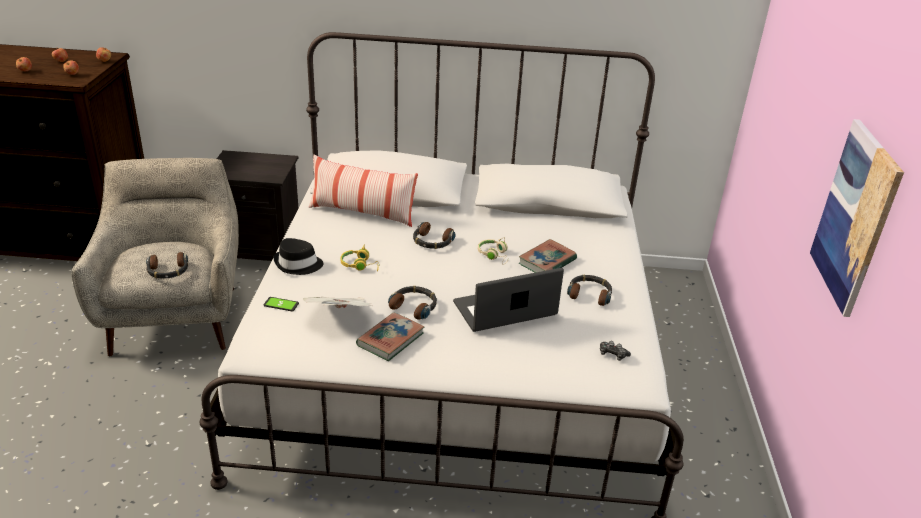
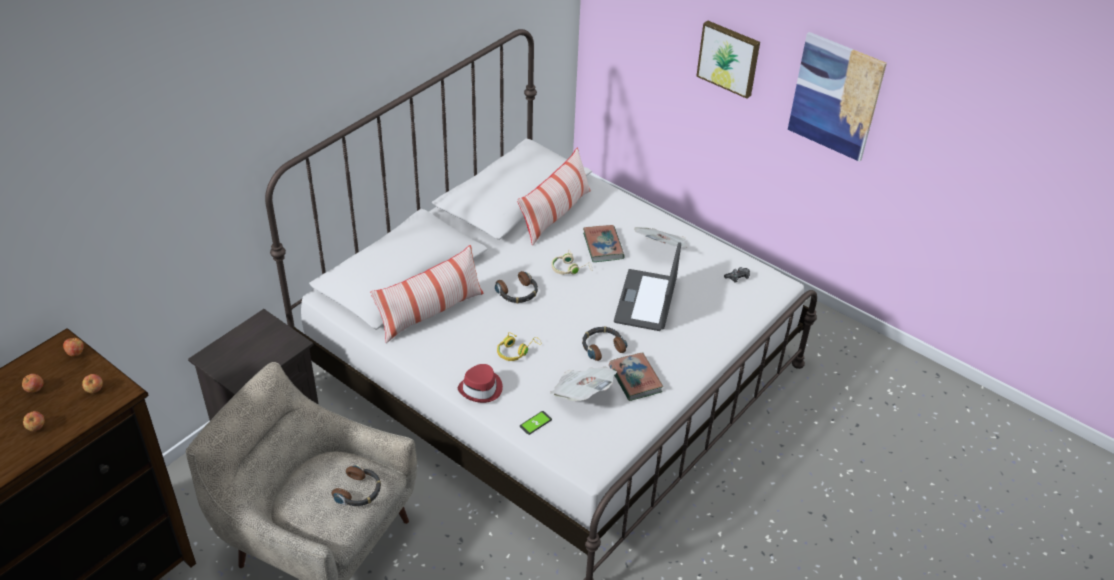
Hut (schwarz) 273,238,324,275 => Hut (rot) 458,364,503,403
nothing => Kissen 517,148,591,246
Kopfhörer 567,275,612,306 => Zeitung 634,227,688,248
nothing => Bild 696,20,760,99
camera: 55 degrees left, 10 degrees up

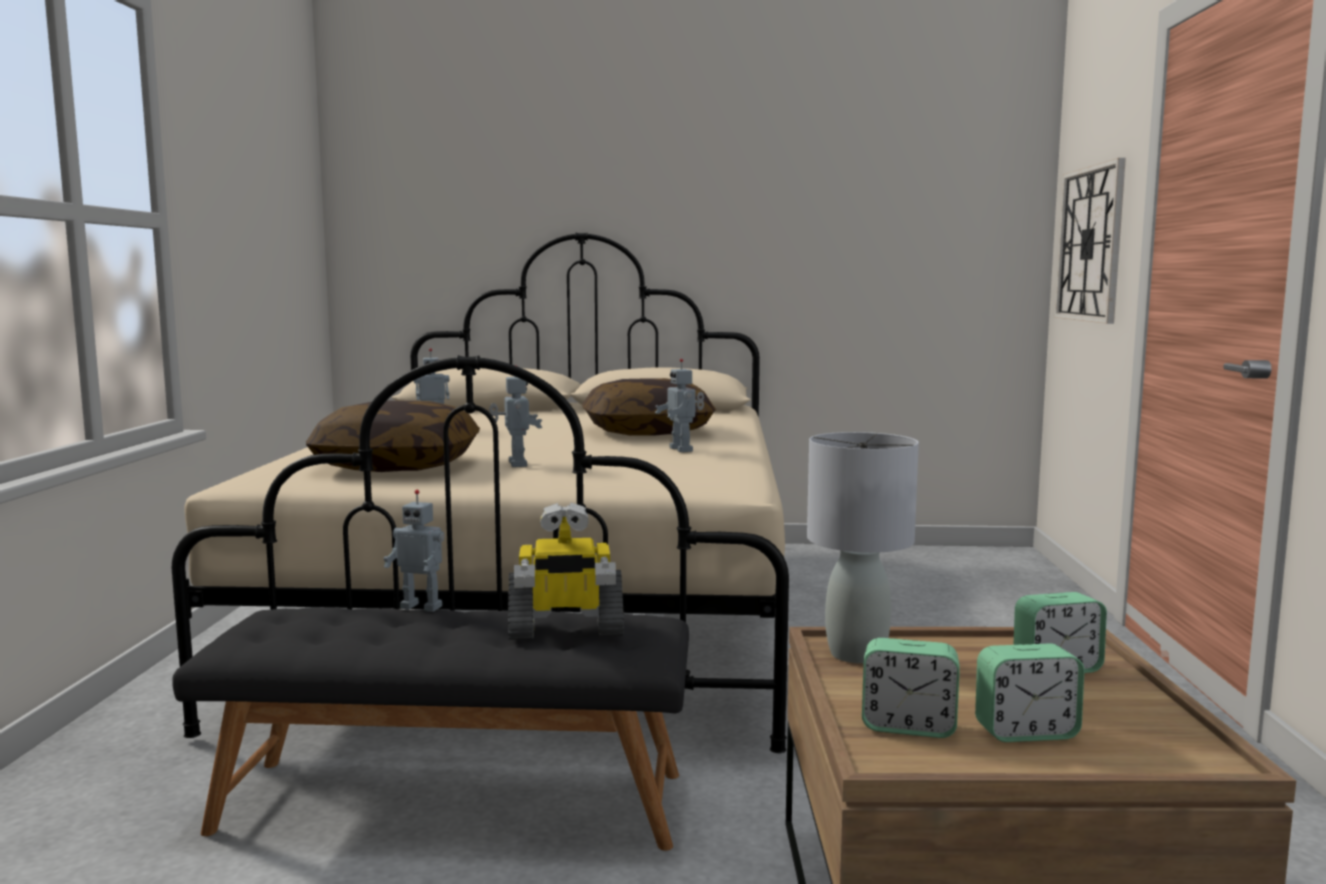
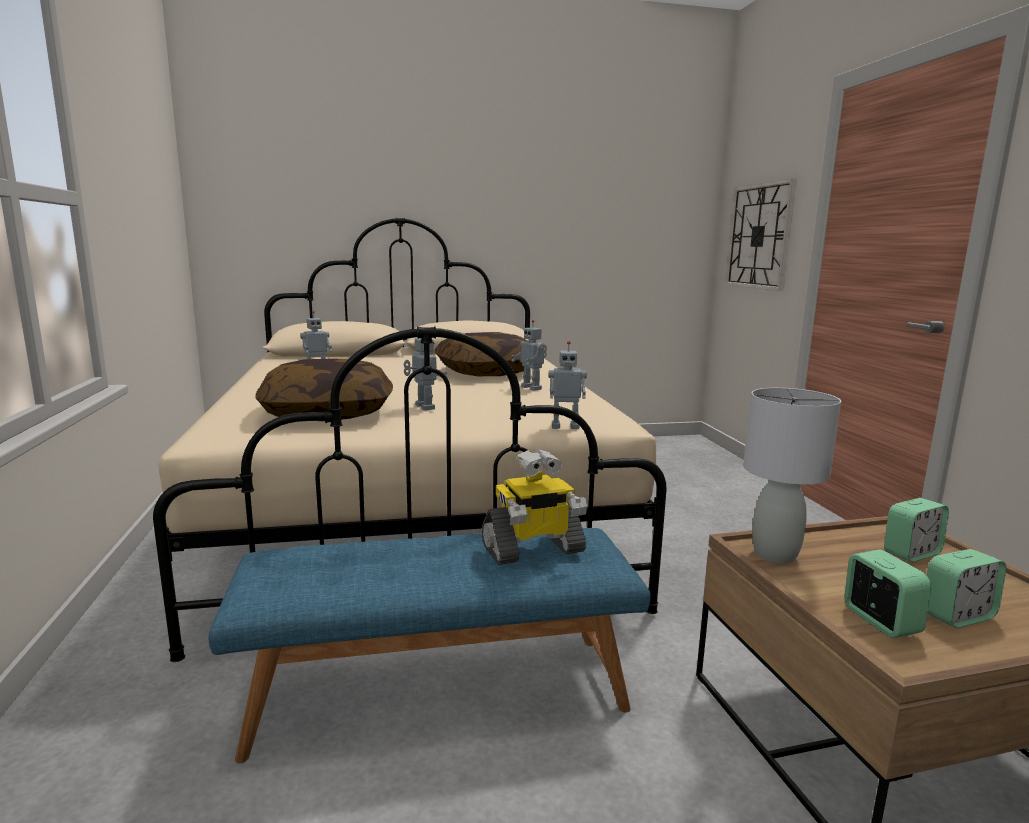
Bank (schwarz) 172,608,689,851 => Bank (blau) 208,528,651,763
Spielzeugroboter 383,490,444,612 => Spielzeugroboter 548,341,587,429, relocated
Wecker 862,638,960,738 => Wecker 844,550,932,638, 105 degrees counterclockwise
camera: 15 degrees left, 5 degrees up

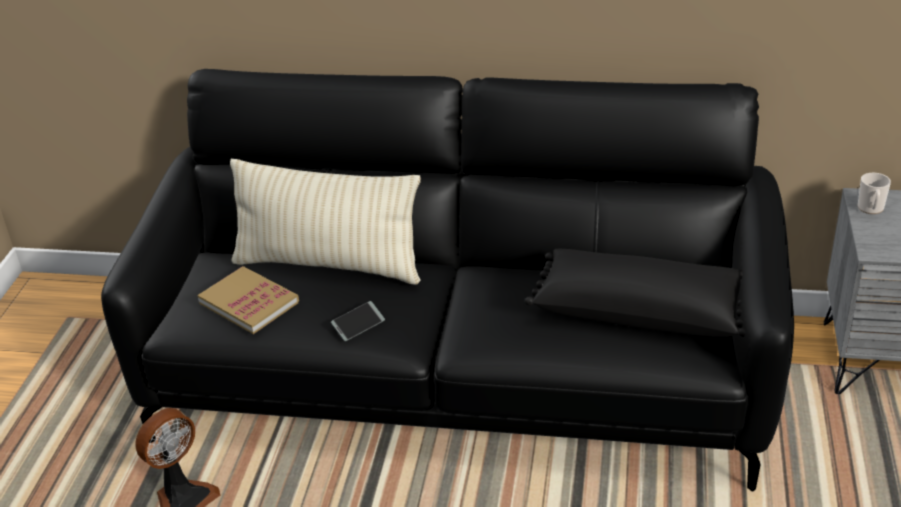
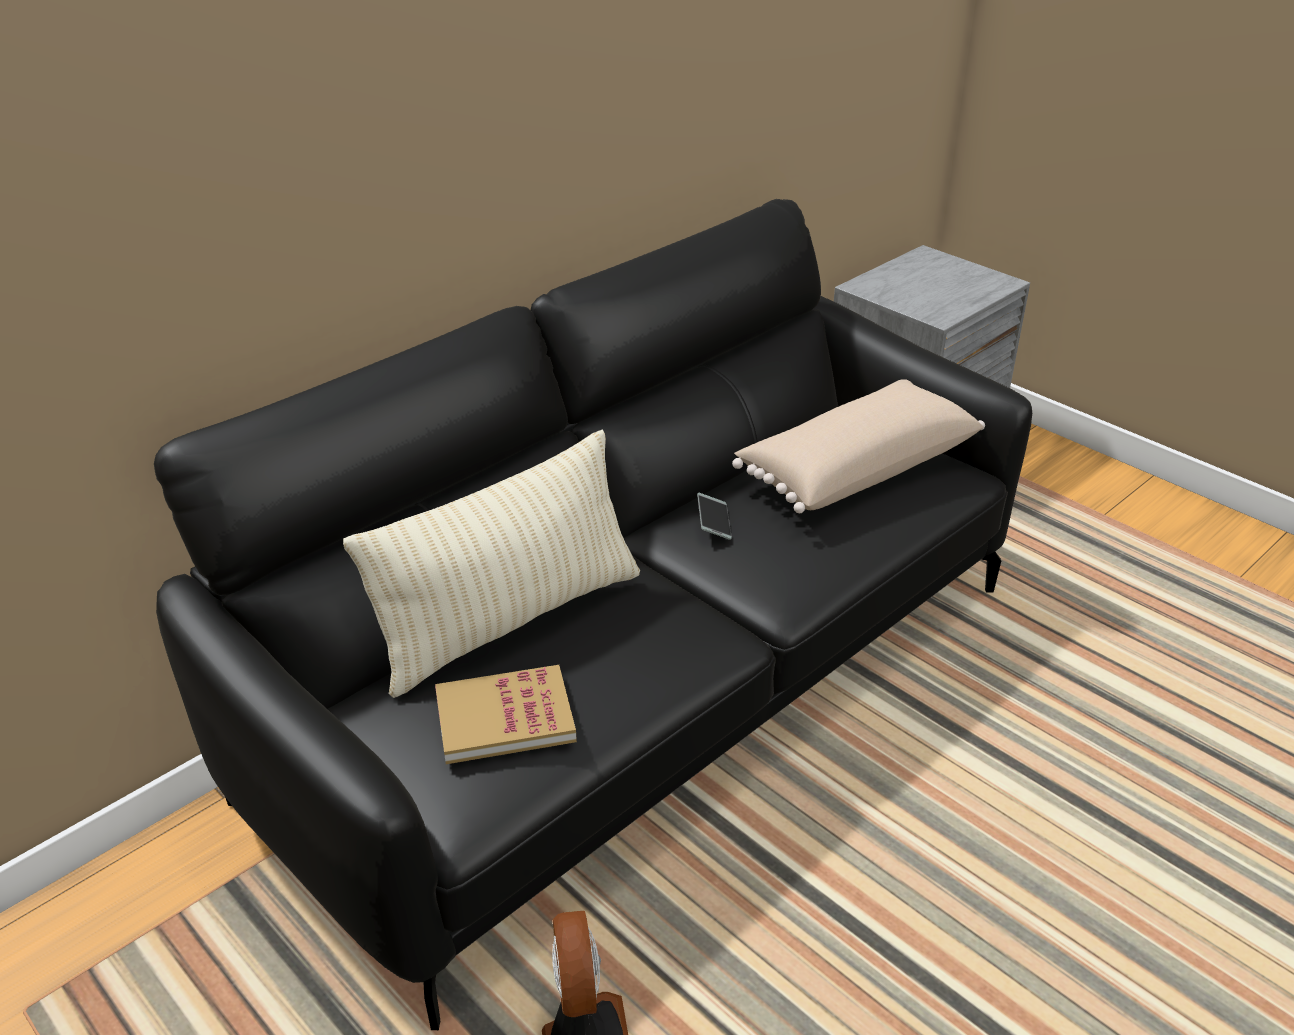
Handy 331,301,385,341 => Handy 697,493,732,540, relocated
Kissen (schwarz) 525,249,746,337 => Kissen (beige) 732,379,985,513
Henkelbecher 858,173,891,214 => nothing
camera: 55 degrees left, 0 degrees up

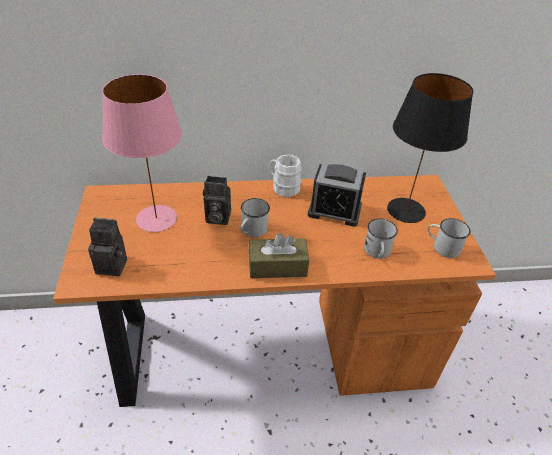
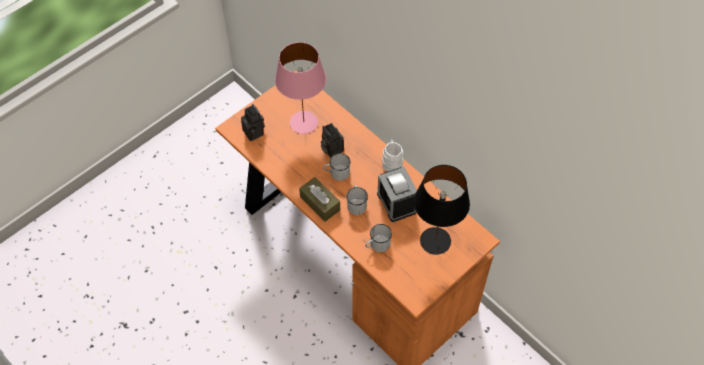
Henkelbecher (weiß) 428,218,471,258 => Henkelbecher (weiß) 346,185,368,215, relocated
camera: 55 degrees right, 15 degrees up

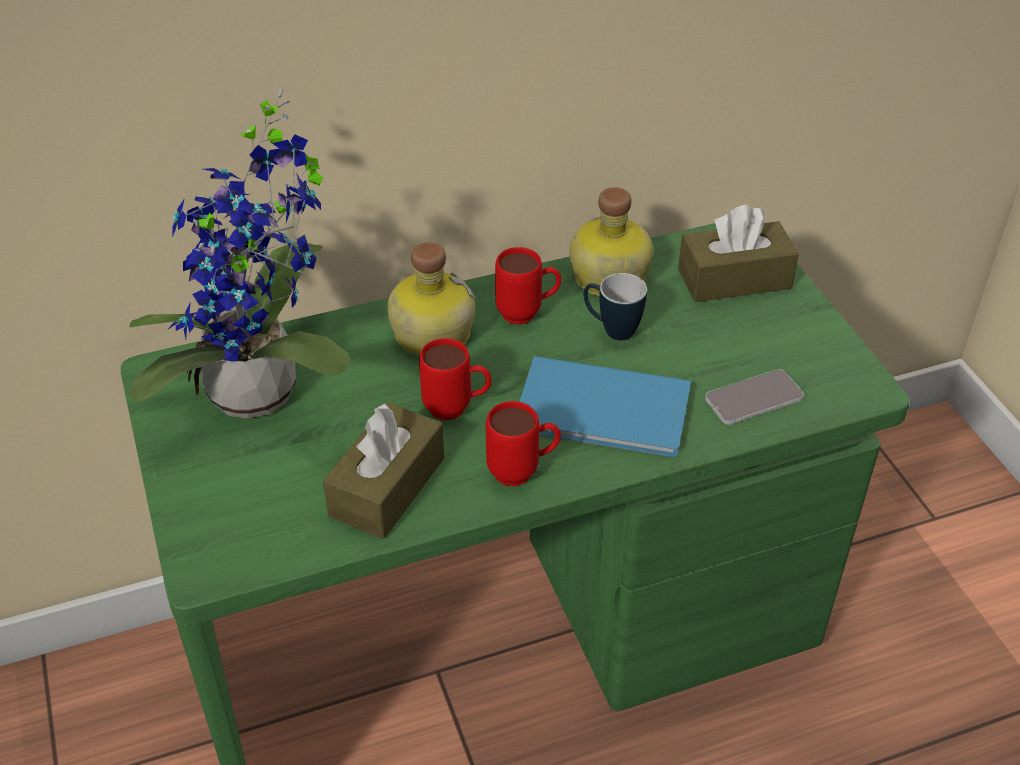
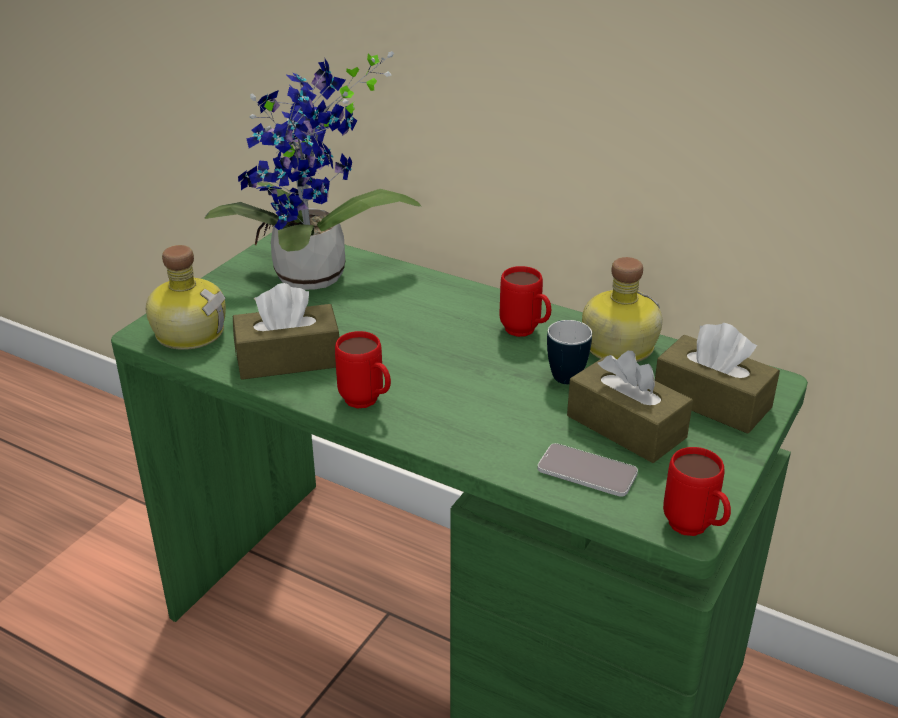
Flasche 387,242,476,356 => Flasche 146,245,226,350, relocated
nothing => Taschentuchbox (braun) 567,351,693,463
Henkelbecher (rot) 419,338,492,420 => Henkelbecher (rot) 663,447,731,536, relocated
Buch (blau) 519,356,691,457 => nothing
camera: 50 degrees right, 10 degrees down

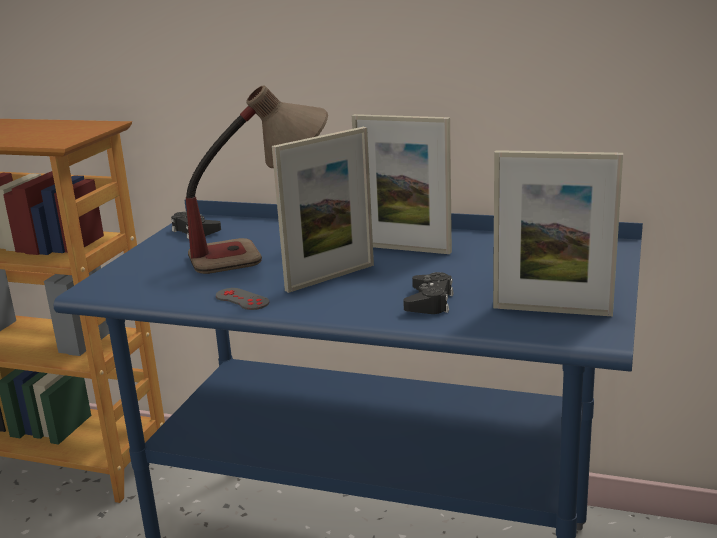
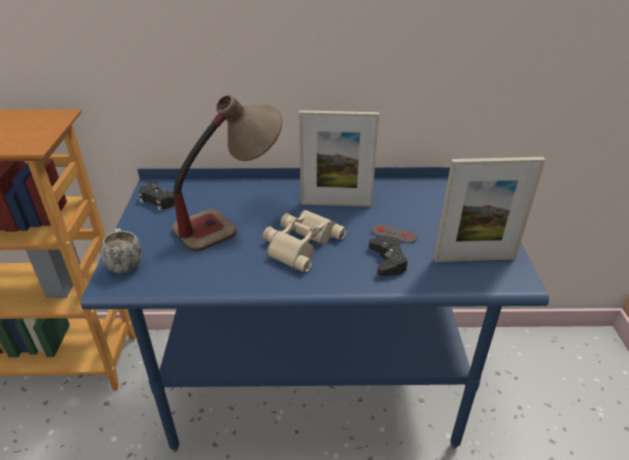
nothing => Henkelbecher (weiß) 101,228,142,273
Bilderrahmen 272,127,374,293 => Fernglas (beige) 263,210,347,273
Gamepad (grau) 216,288,269,310 => Gamepad (grau) 371,224,417,243, relocated
camera: 20 degrees left, 15 degrees up

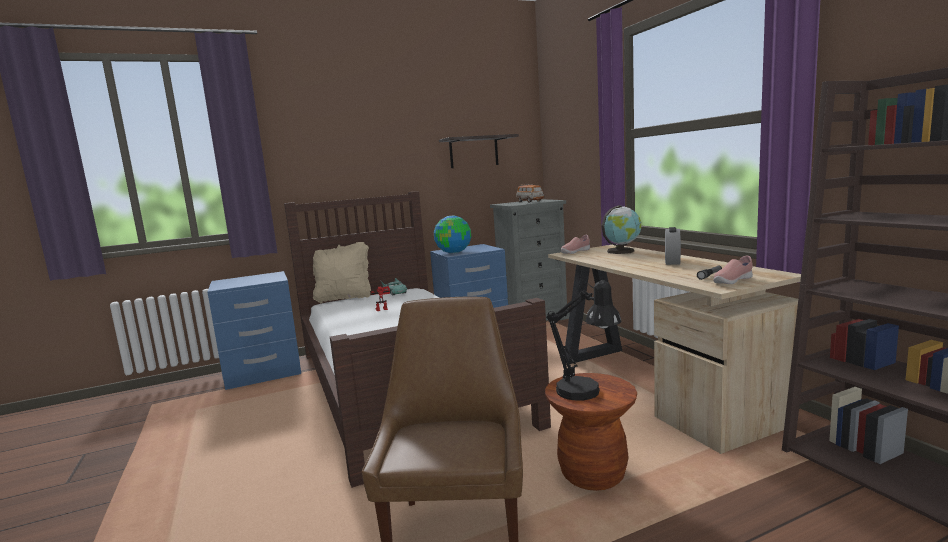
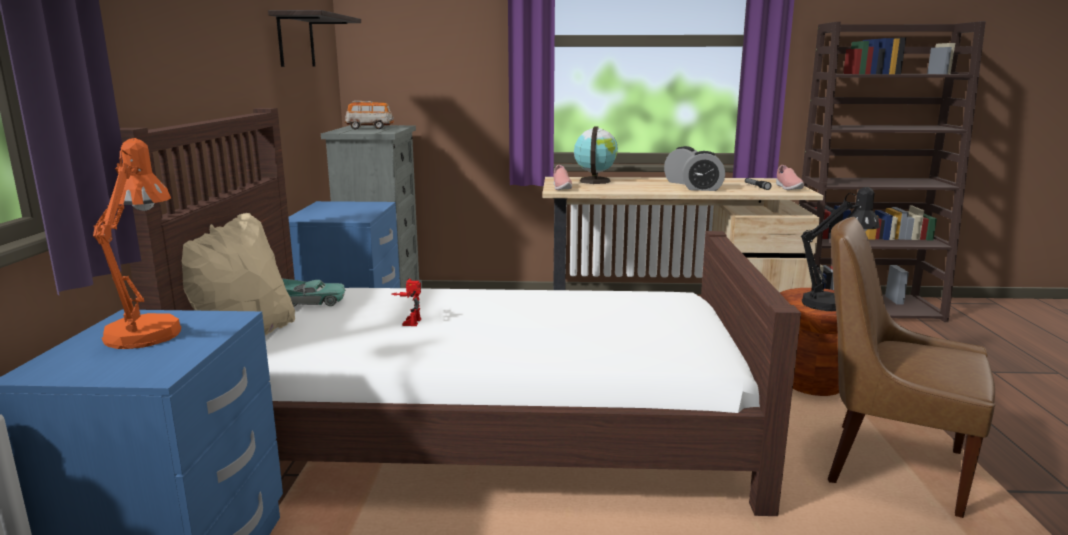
nothing => Tischlampe (orange) 93,138,181,349
nothing => Wecker 682,151,725,191
Globus 434,216,471,254 => nothing
camera: 65 degrees left, 5 degrees up

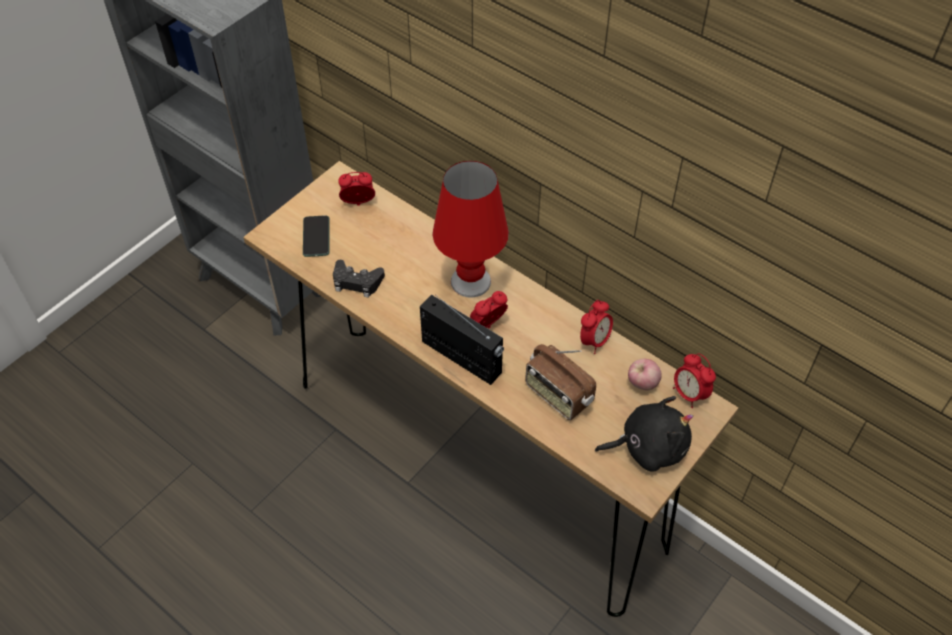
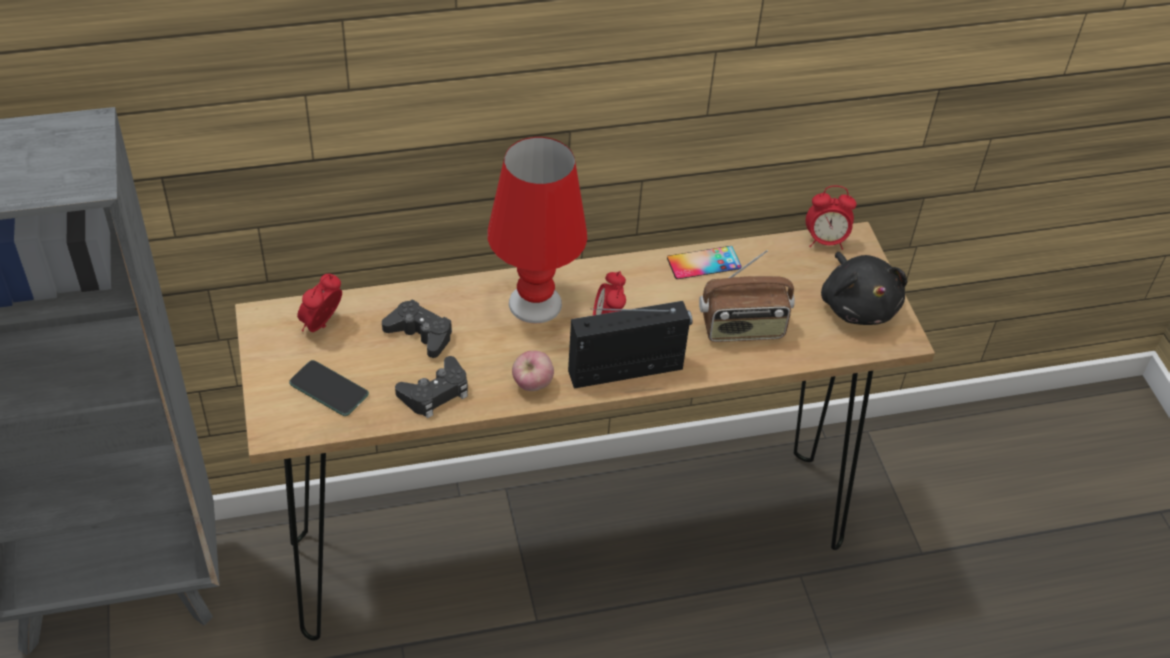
nothing => Gamepad (schwarz) 382,300,452,358
Apfel 628,359,662,390 => Apfel 512,351,554,391, relocated
Wecker 580,300,613,354 => Handy 667,246,742,279
Plüschtier (schwarz) 595,396,693,472 => Plüschtier (schwarz) 821,252,907,325, 135 degrees clockwise
camera: 55 degrees left, 5 degrees down

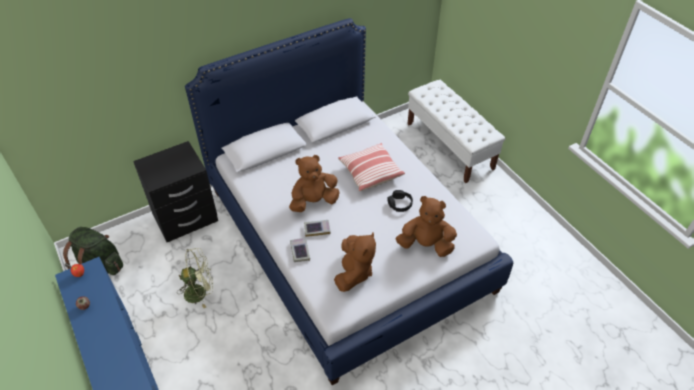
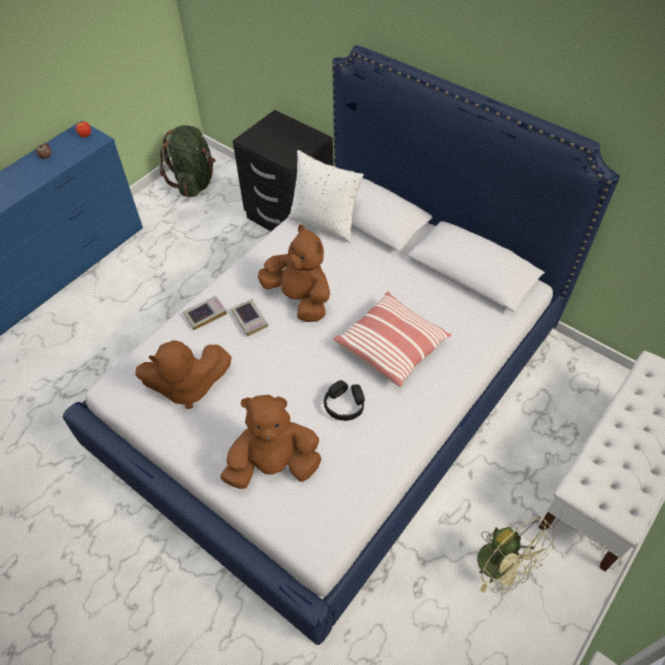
Plüschtier (braun) 396,196,457,257 => Plüschtier (braun) 220,395,322,489, 90 degrees counterclockwise
nothing => Kissen (weiß) 288,150,364,243
Ventilator (grün) 177,248,213,308 => Ventilator (grün) 477,516,557,593, relocated
camera: 70 degrees right, 5 degrees up

